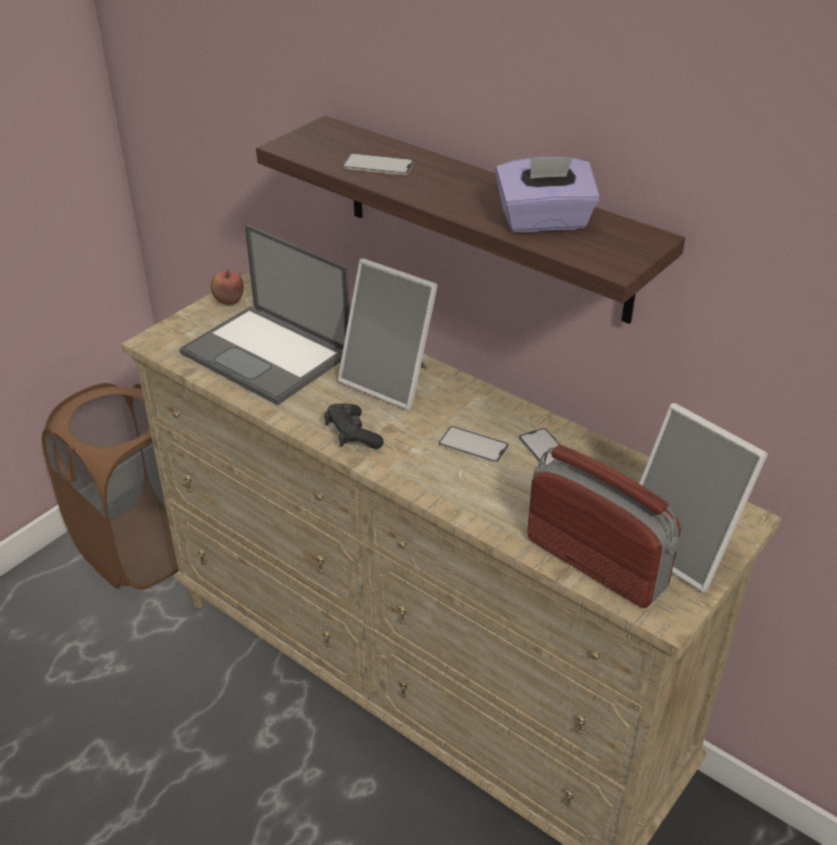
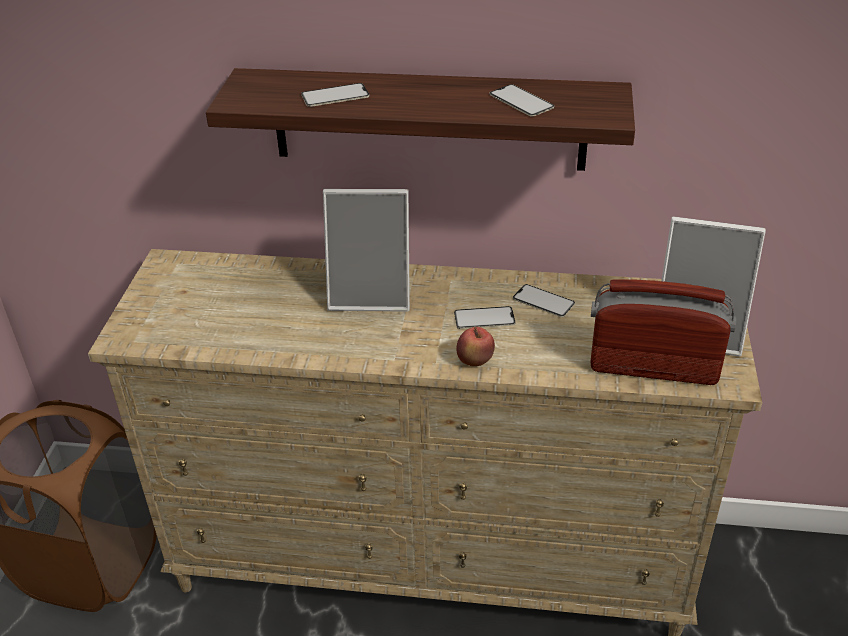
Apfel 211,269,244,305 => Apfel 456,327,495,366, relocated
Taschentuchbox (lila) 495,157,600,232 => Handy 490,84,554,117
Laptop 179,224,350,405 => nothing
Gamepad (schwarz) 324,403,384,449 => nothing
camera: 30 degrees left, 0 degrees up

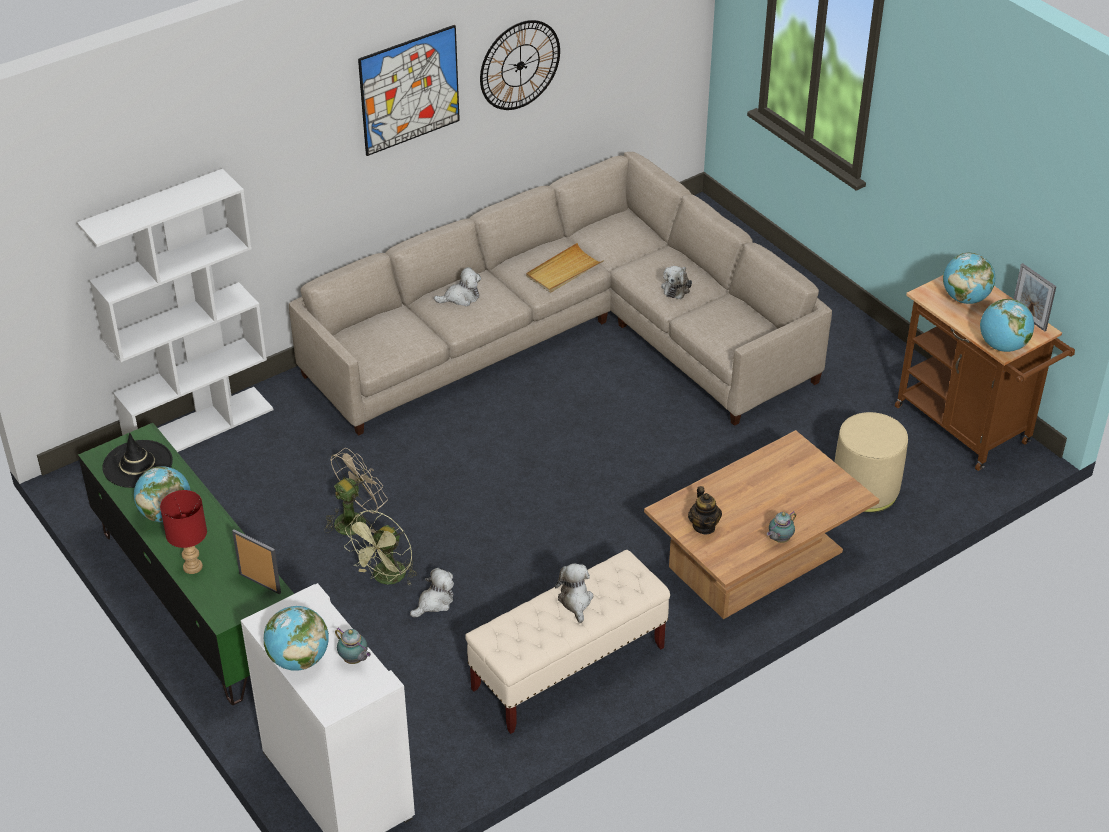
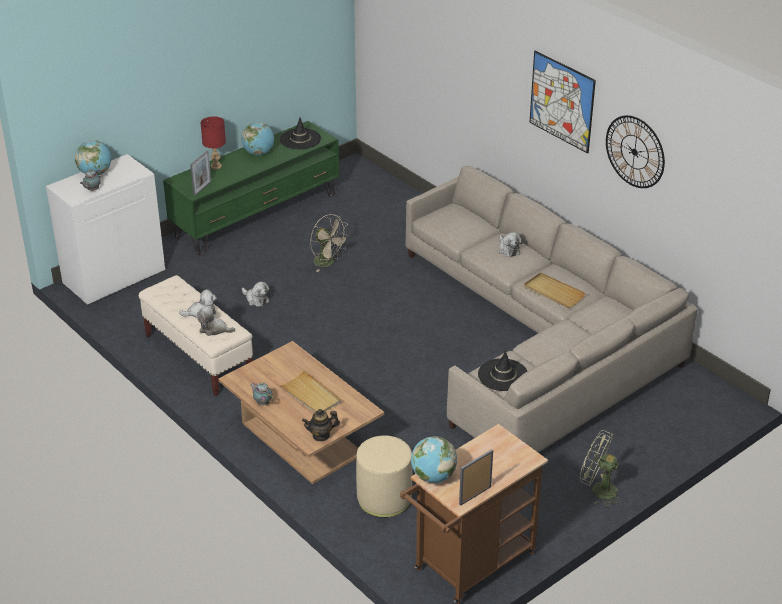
Plüschtier 661,266,692,299 => Plüschtier 197,306,235,336, relocated
nothing => Tablett (beige) 277,370,341,413
Teekanne 688,486,722,534 => Teekanne 302,409,340,441, relocated
nothing => Hut (schwarz) 478,350,527,391
Ventilator (grün) 344,510,417,585 => Ventilator (grün) 580,430,623,506, relocated
Bücherregal (weiß) 77,169,274,452 => nothing
Globus 943,253,995,304 => nothing
camera: 85 degrees right, 5 degrees down

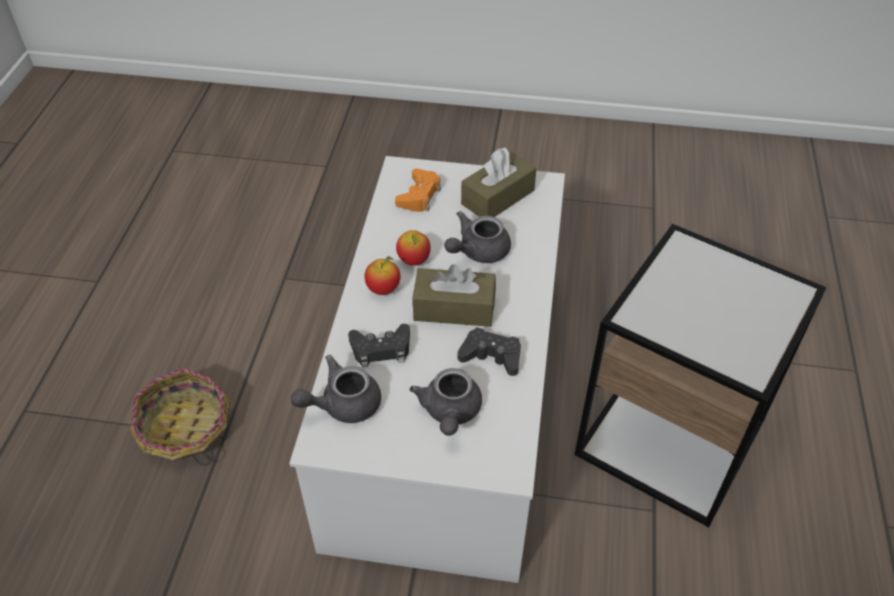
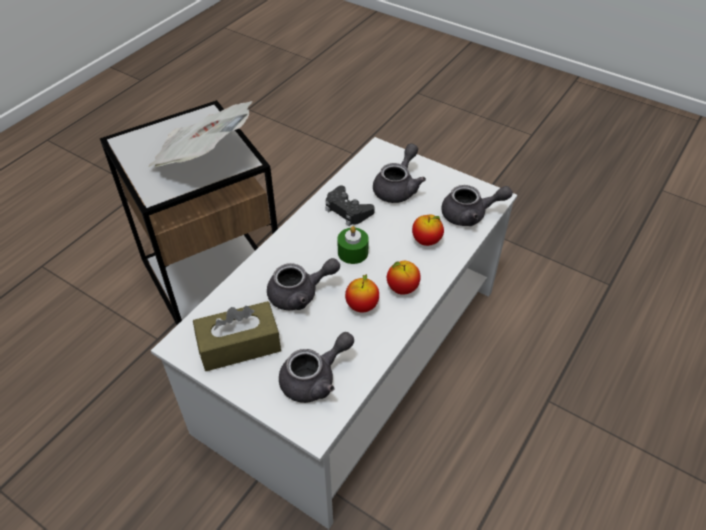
nothing => Zeitung 148,101,252,167
Gamepad (orange) 395,169,441,212 => Teekanne (grau) 279,332,354,403
Taschentuchbox (braun) 412,264,496,327 => Kerze (grün) 337,226,369,264
Gamepad (schwarz) 348,324,410,368 => Apfel 412,215,444,246
Korb 130,368,230,466 => nothing
camera: 155 degrees left, 0 degrees up

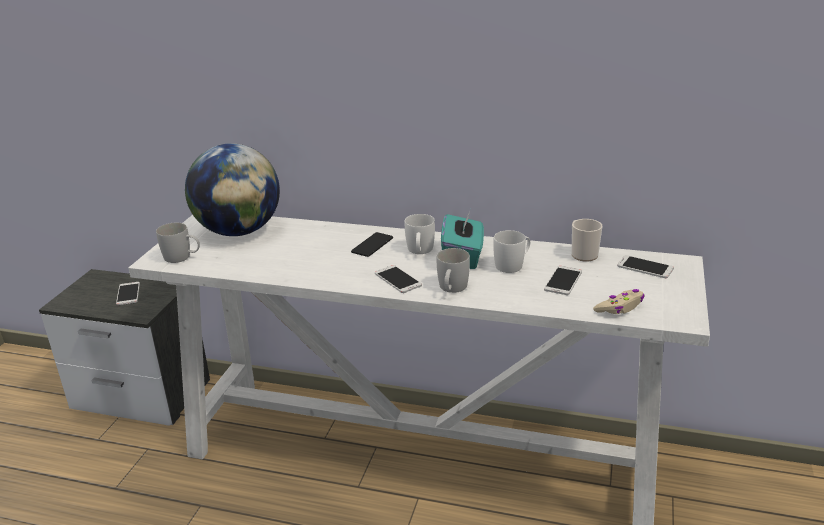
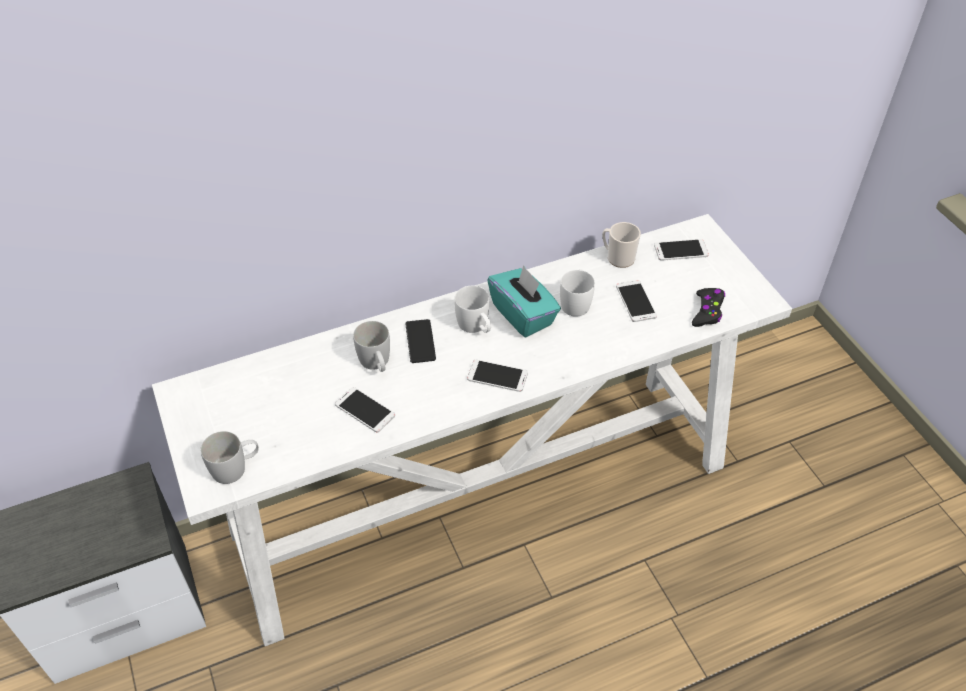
Handy 116,282,140,305 => Handy 335,387,395,432, relocated
Henkelbecher (weiß) 437,248,470,293 => Henkelbecher (weiß) 353,321,390,372, relocated
Gamepad (beige) 593,289,645,314 => Gamepad (schwarz) 692,288,725,327
Globus 185,143,280,236 => nothing
camera: 40 degrees left, 20 degrees up

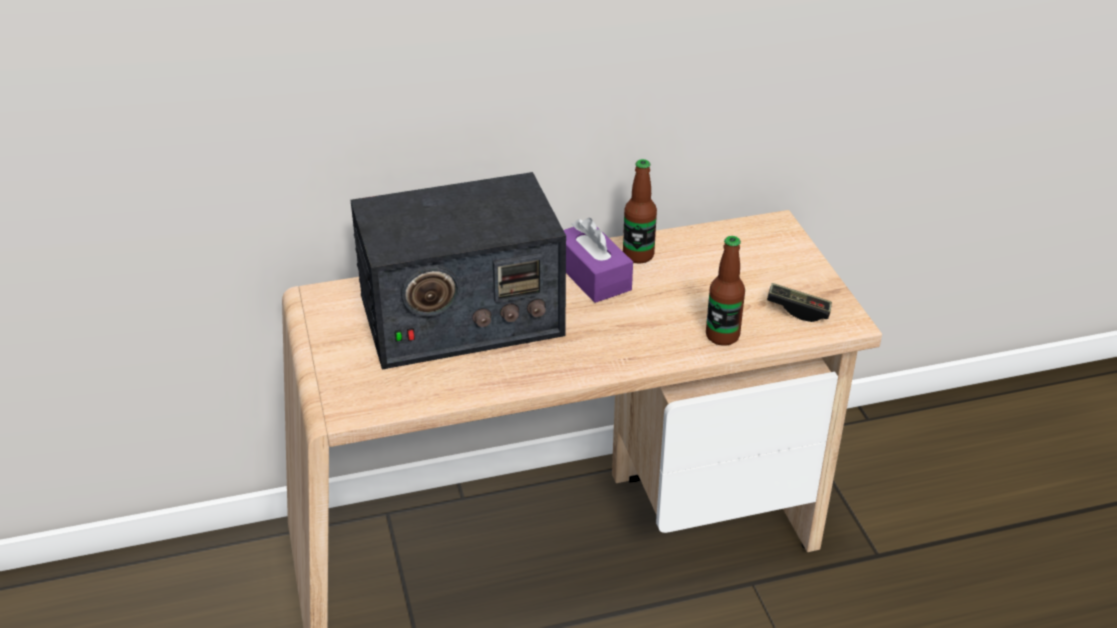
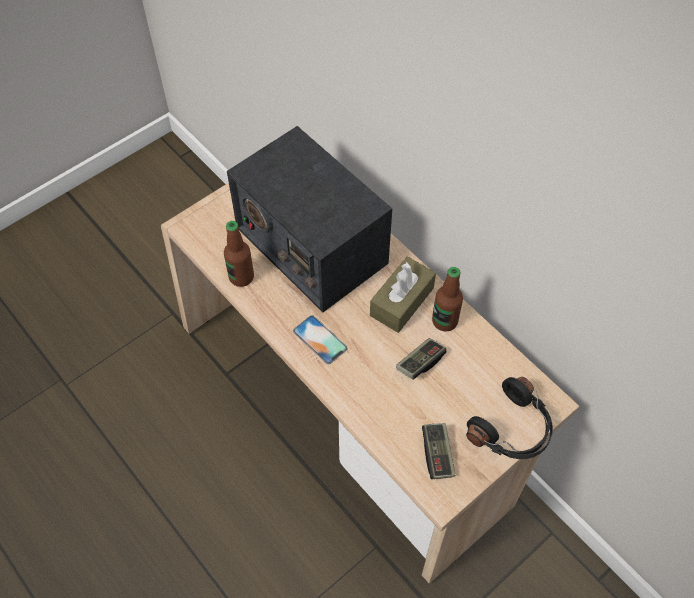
Flasche 706,236,745,346 => Flasche 224,221,254,287, relocated
nothing => Handy 293,315,347,364
Taschentuchbox (lila) 564,218,633,303 => Taschentuchbox (braun) 370,257,436,333
nothing => Gamepad 396,338,447,380
nothing => Kopfhörer (schwarz) 466,377,553,459
camera: 65 degrees right, 20 degrees up

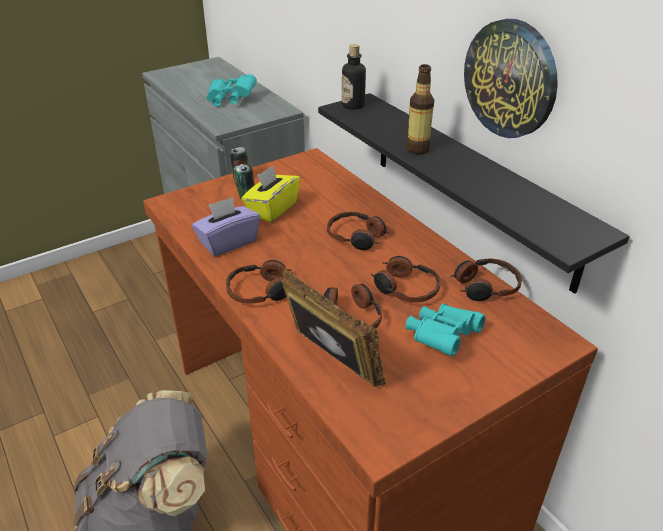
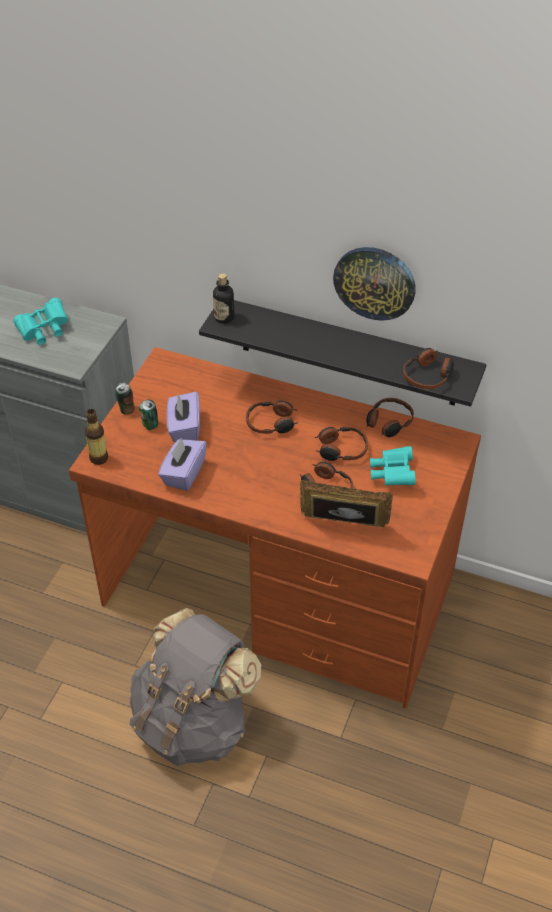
Flasche 406,64,434,154 => Flasche 85,409,108,465, relocated
Taschentuchbox (gelb) 242,165,300,222 => Taschentuchbox (lila) 167,391,200,442
Kopfhörer 226,260,292,304 => Kopfhörer 403,348,454,389, relocated
camera: 35 degrees left, 10 degrees up

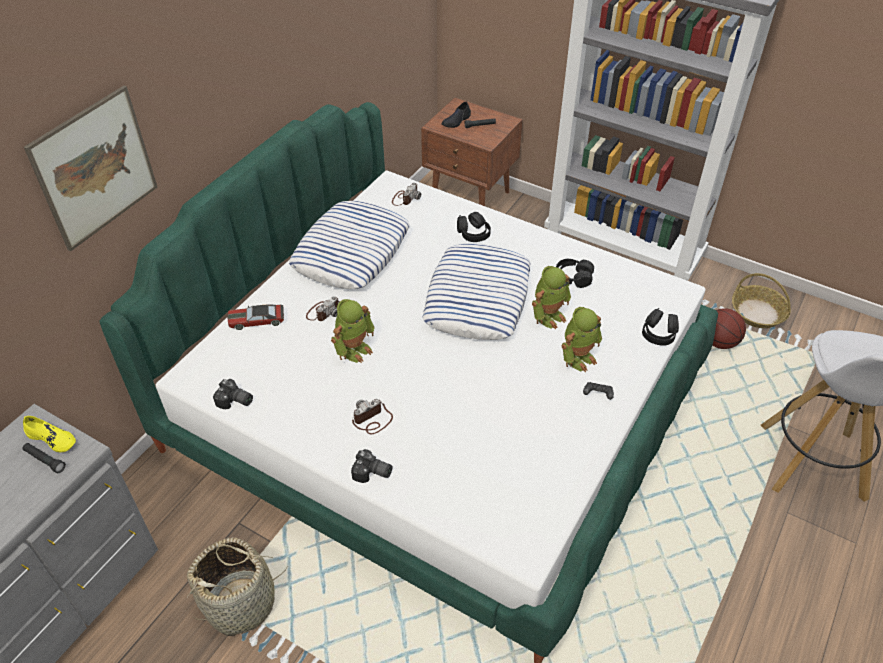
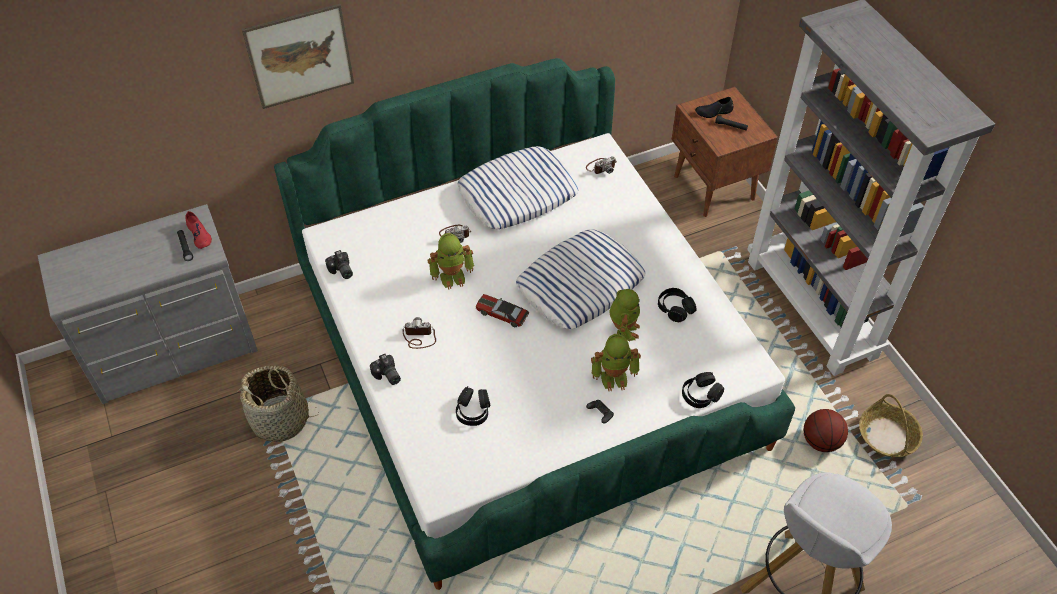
Schuh (gelb) 23,416,76,452 => Schuh (rot) 186,211,212,249
Kopfhörer (schwarz) 457,212,491,242 => Kopfhörer (schwarz) 456,386,490,426, relocated
Spielzeugauto 227,304,284,330 => Spielzeugauto 476,294,529,327, relocated
Spielzeugroboter 532,266,571,329 => Spielzeugroboter 610,289,640,341, 75 degrees counterclockwise
camera: 35 degrees right, 5 degrees up

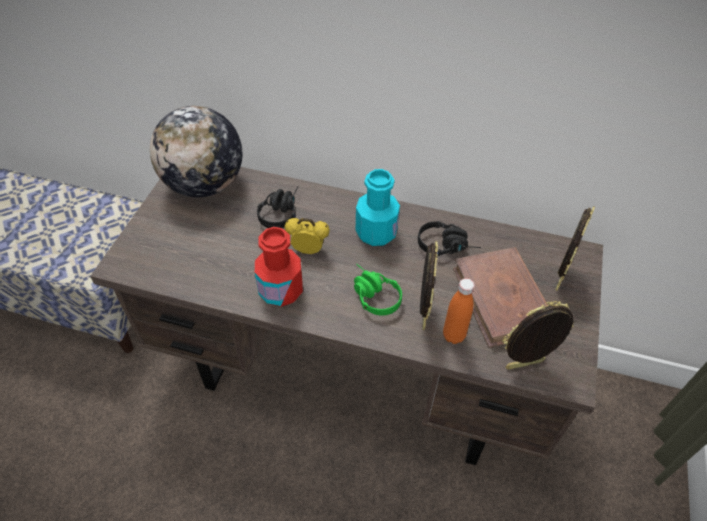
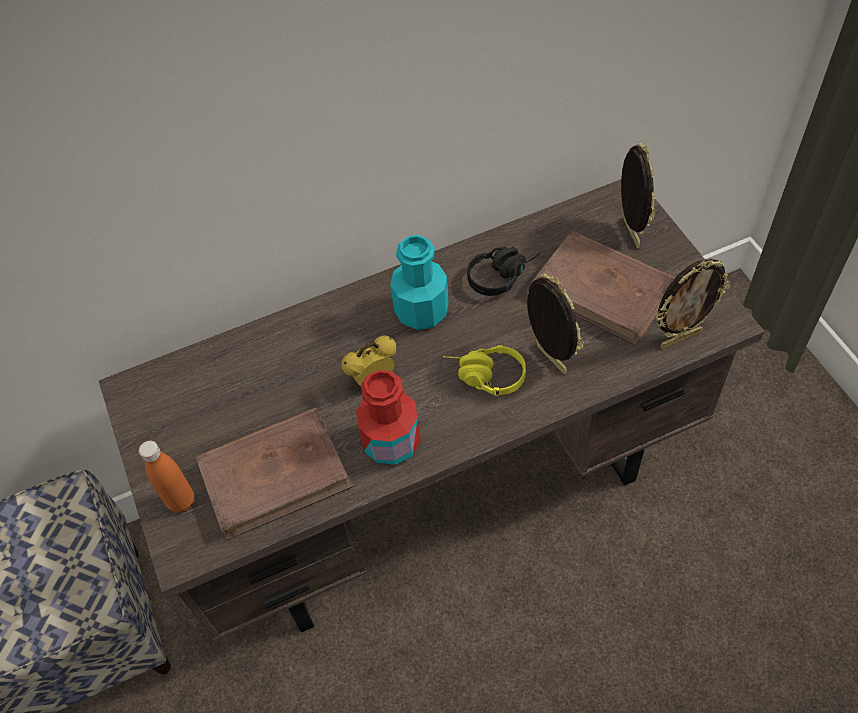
Flasche (orange) 443,278,474,344 => Flasche (orange) 139,441,194,513, relocated
nothing => Buch (braun) 195,408,354,540
Kopfhörer (grün) 354,264,402,316 => Kopfhörer (gelb) 443,345,526,396
Bilderrahmen 502,301,574,370 => Bilderrahmen 656,259,731,349, 150 degrees counterclockwise
Globus 150,106,242,197 => nothing
Kopfhörer (schwarz) 257,186,299,228 => nothing
camera: 35 degrees left, 5 degrees up

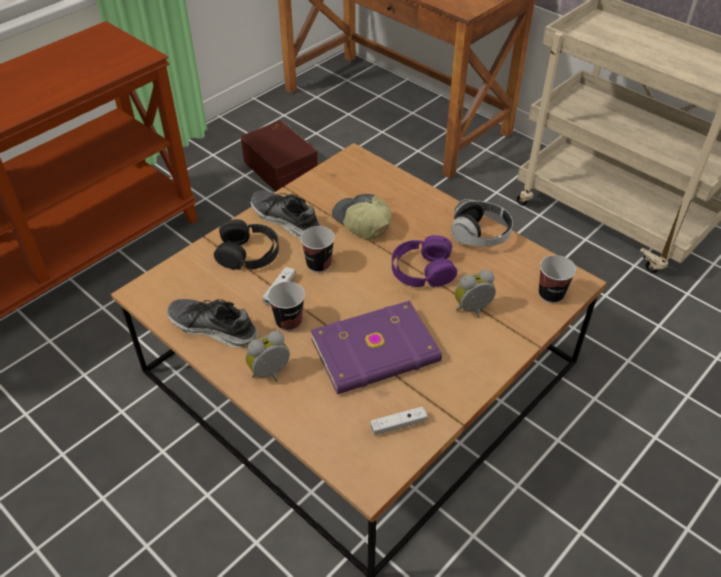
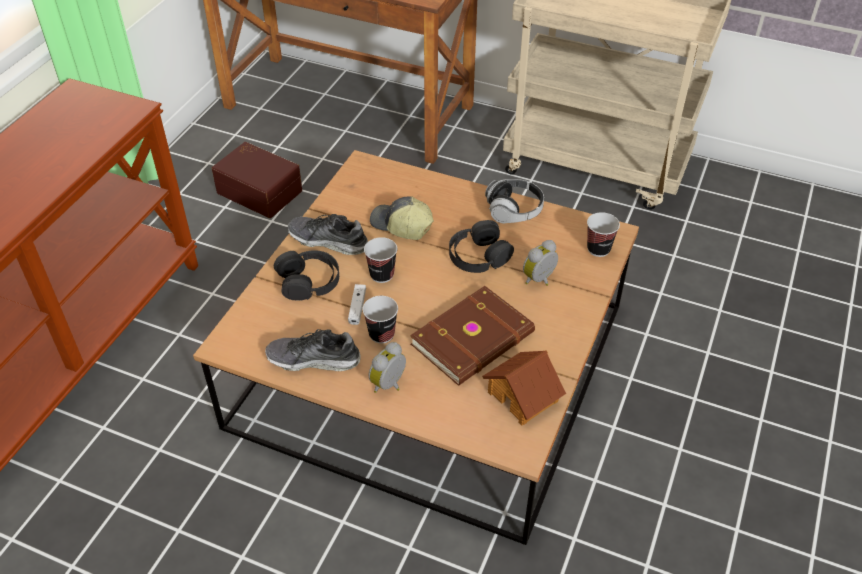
Buch (lila) 311,301,442,395 => Buch (braun) 410,286,535,386
Kopfhörer (lila) 392,235,457,287 => Kopfhörer (schwarz) 449,220,514,273
Gamepad (weiß) 370,406,427,435 => Spielzeughaus 482,350,566,425
camera: 20 degrees left, 0 degrees up

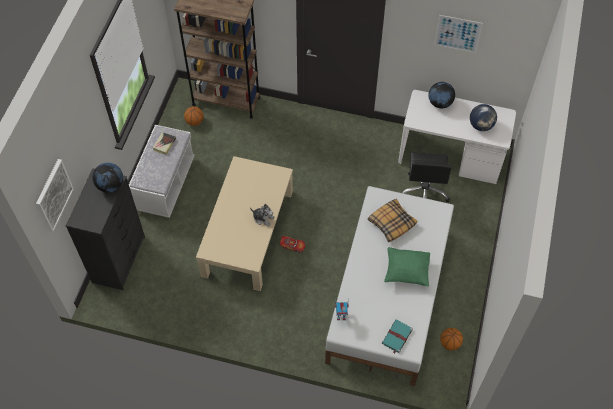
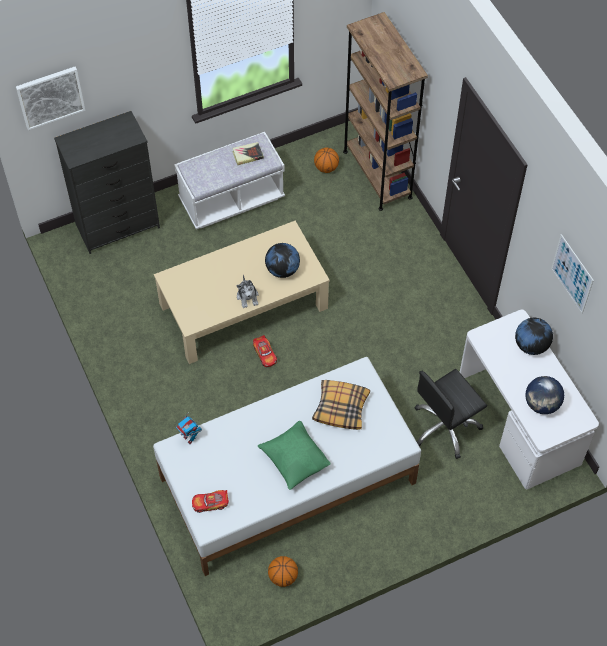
Buch (türkis) 382,320,413,354 => Spielzeugauto 192,490,229,513
Globus 93,163,123,193 => Globus 265,243,300,278, relocated
camera: 50 degrees right, 0 degrees up

